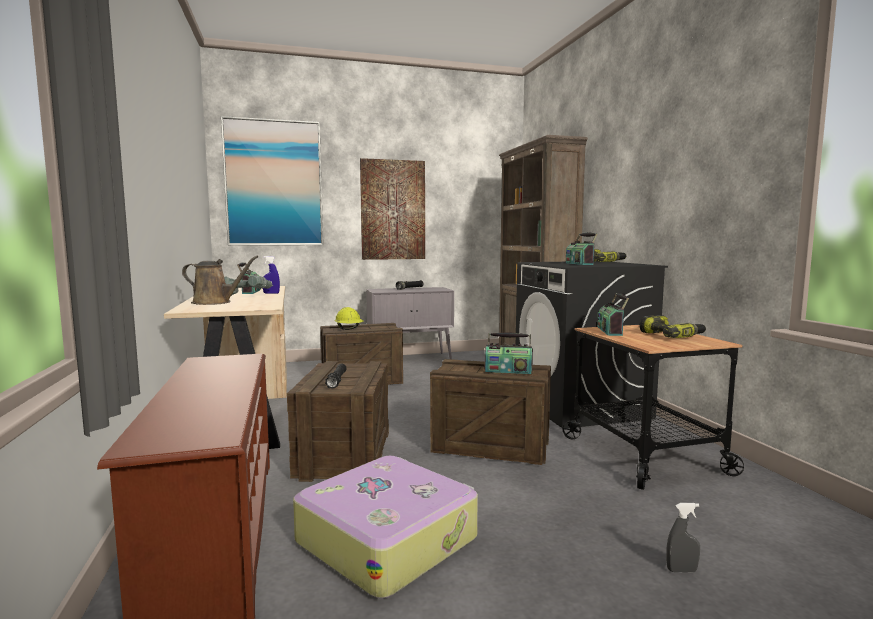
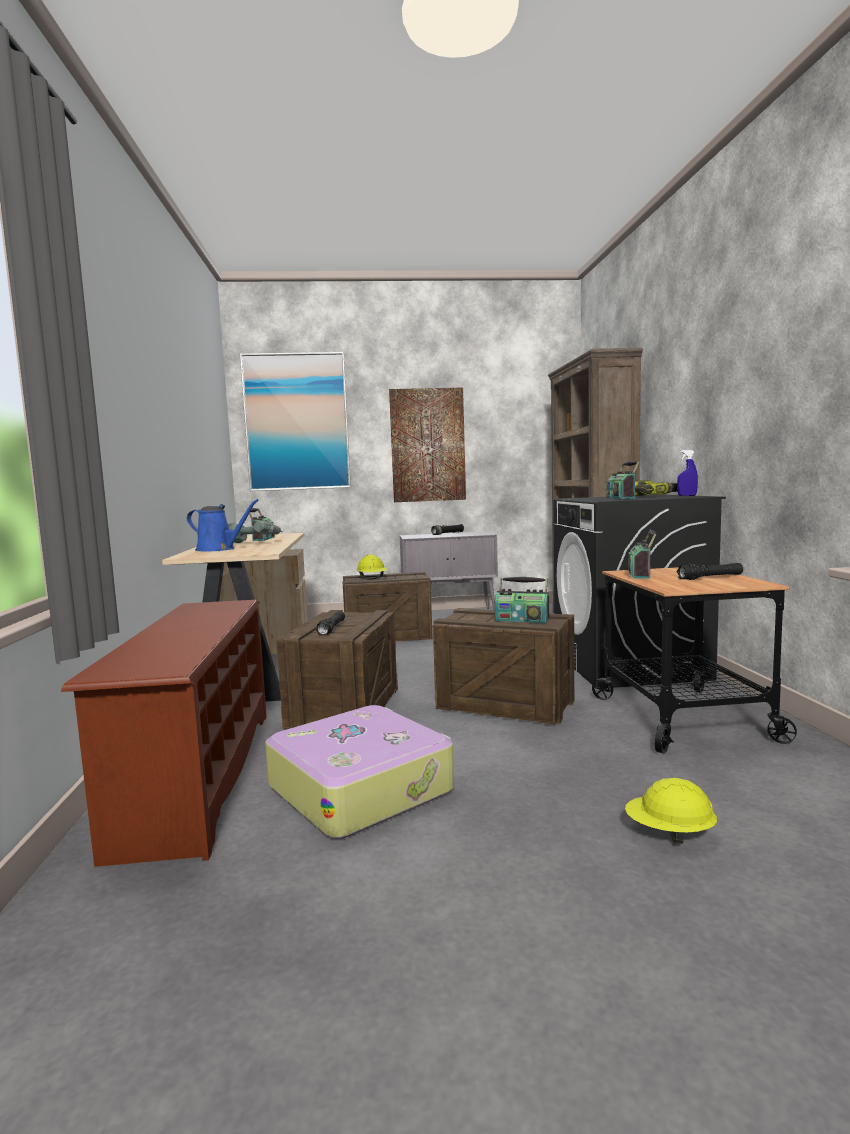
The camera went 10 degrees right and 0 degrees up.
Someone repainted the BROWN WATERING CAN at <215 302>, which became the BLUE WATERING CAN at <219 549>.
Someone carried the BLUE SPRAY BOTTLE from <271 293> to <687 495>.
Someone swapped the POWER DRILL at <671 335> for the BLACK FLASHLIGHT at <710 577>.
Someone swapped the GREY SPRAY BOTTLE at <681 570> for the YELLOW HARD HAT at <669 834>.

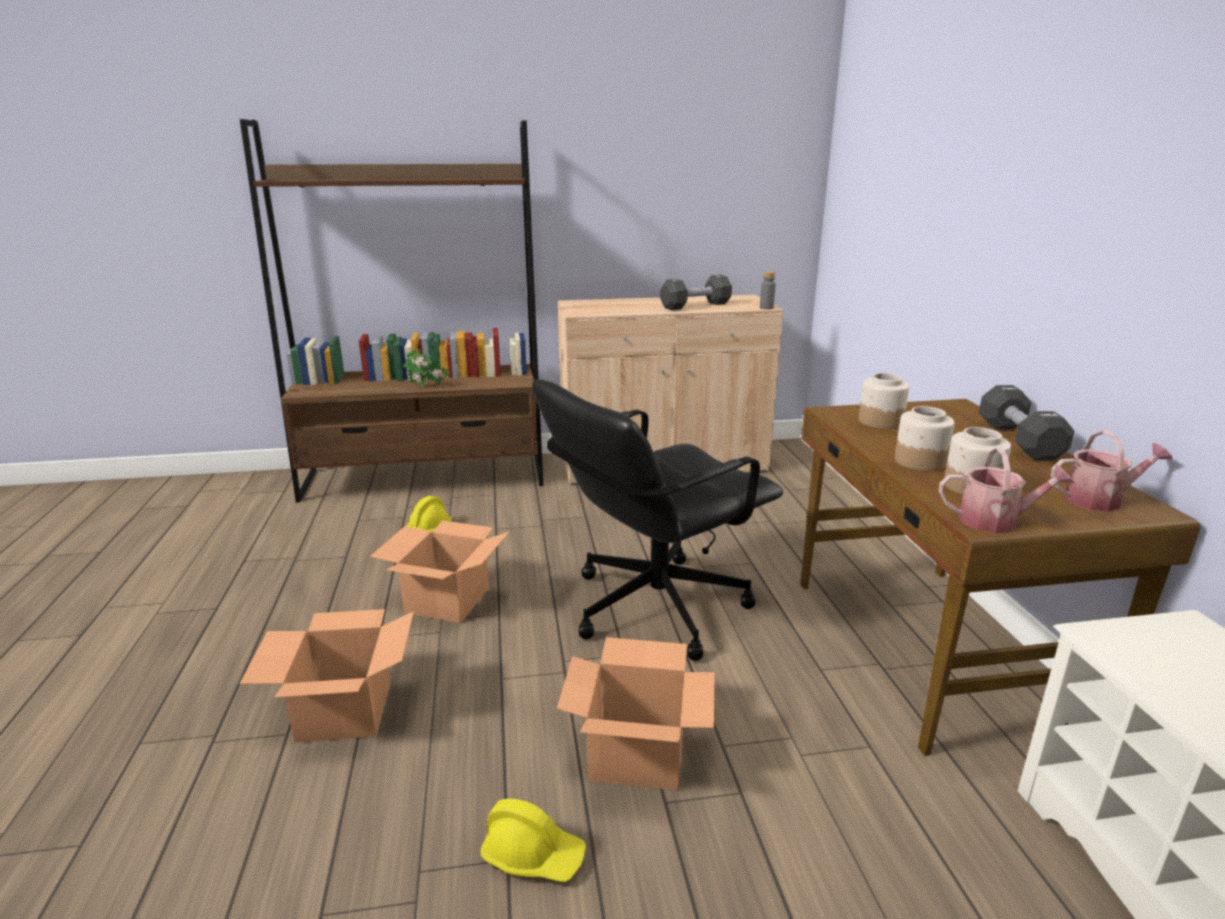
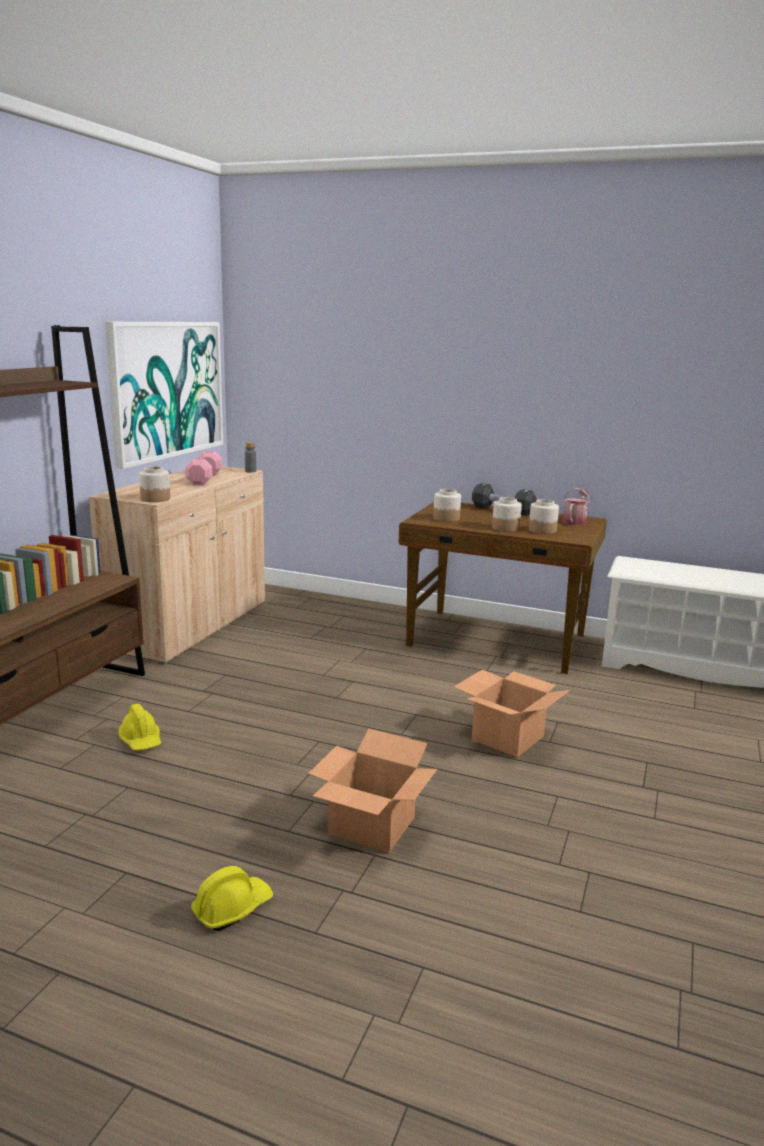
The camera went 60 degrees left and 5 degrees down.
Someone took away the CARDBOARD BOX at <447 601>.
Someone took away the POTTED PLANT at <427 387>.
Someone carried the YELLOW HARD HAT from <533 855> to <232 908>.
Someone took away the BLACK OFFICE CHAIR at <654 606>.
Someone repainted the BLACK DUMBBELL at <695 306>, which became the PINK DUMBBELL at <204 479>.
Someone took away the WATERING CAN at <996 521>.
Someone put up the PICTURE at <167 389>.
Someone put down the JAR at <155 499>.

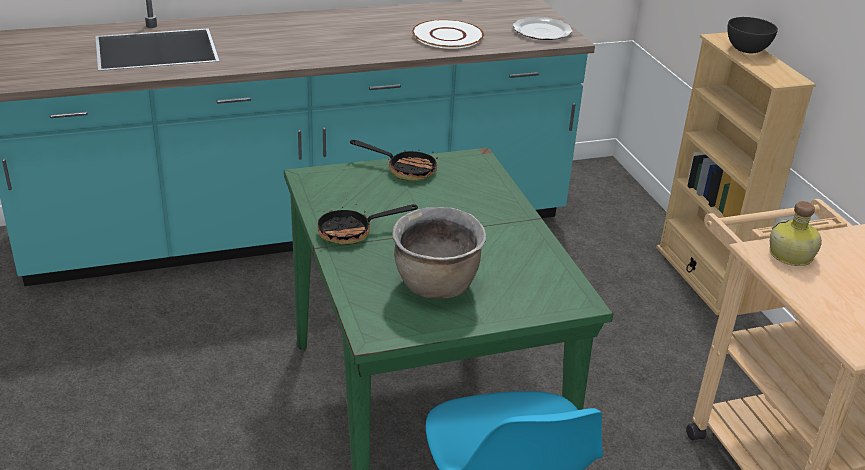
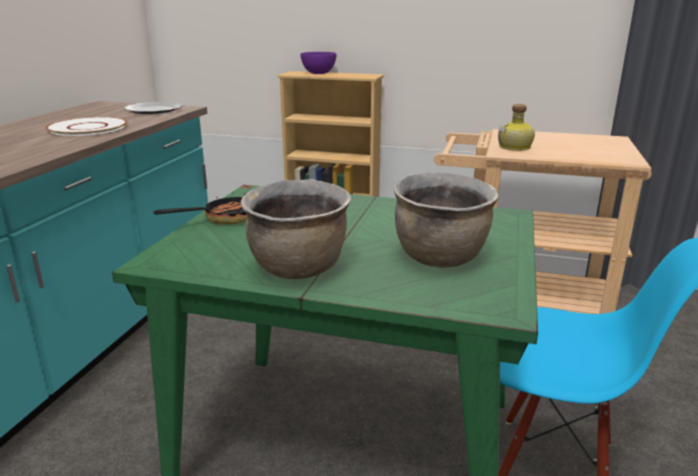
The camera went 55 degrees left and 10 degrees down.
Someone swapped the FRYING PAN at <353 232> for the BROWN COOKING POT at <299 269>.
Someone repainted the GREY BOWL at <746 50>, which became the PURPLE BOWL at <318 73>.

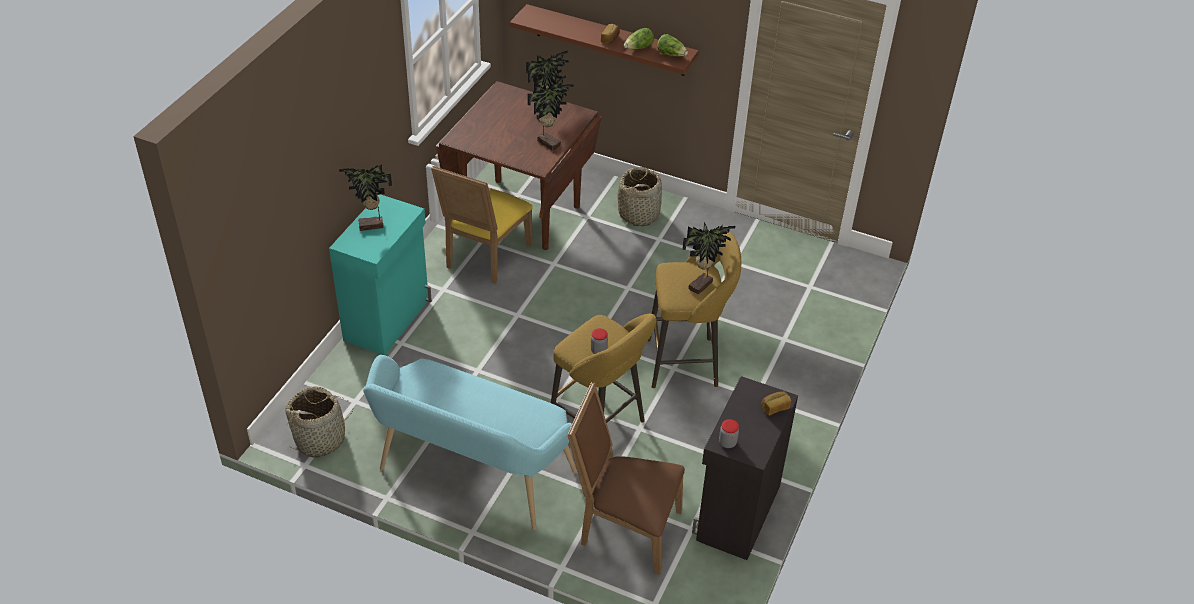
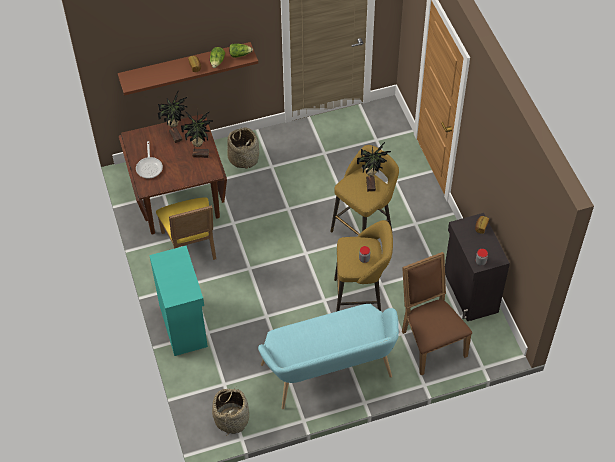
The camera went 40 degrees left and 10 degrees up.
Someone took away the POTTED PLANT at <372 226>.
Someone rotated the BROWN CHAIR at <624 528> by 90 degrees clockwise.
Someone put down the FRYING PAN at <149 167>.

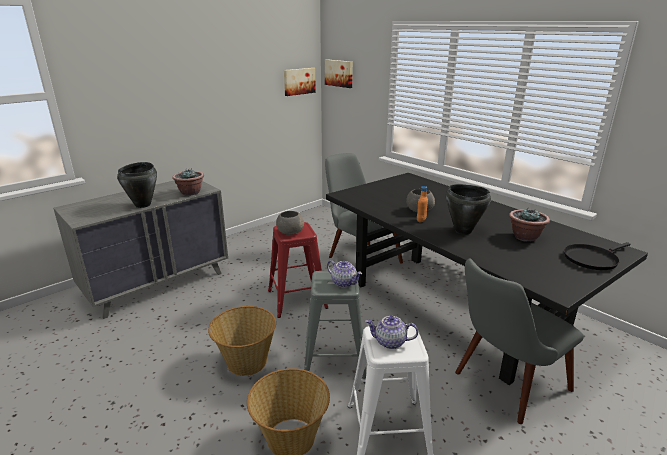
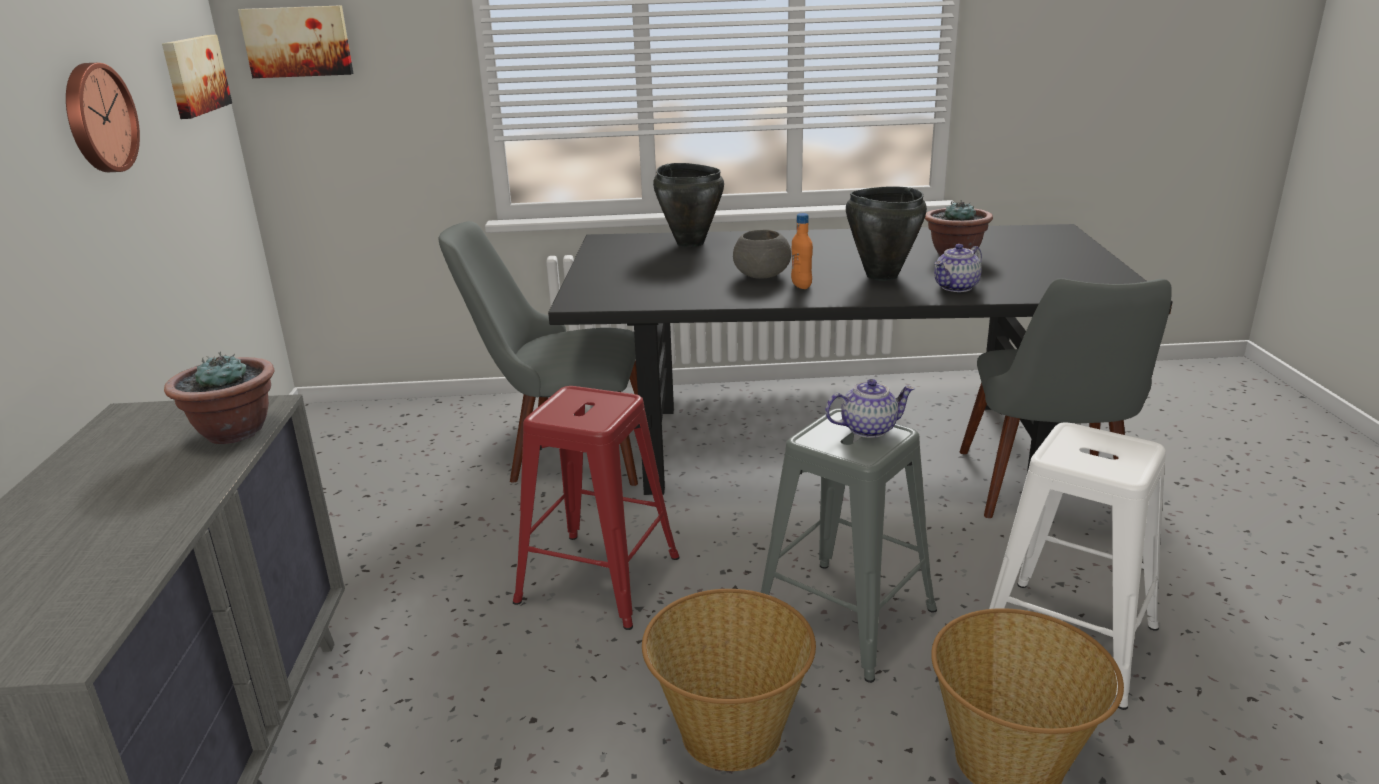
The camera went 50 degrees left and 0 degrees up.
Someone carried the BLACK COOKING POT from <143 205> to <690 243>.
Someone took away the GREY BOWL at <290 232>.
Someone carried the TEAPOT from <390 342> to <956 287>.
Someone took away the BLACK FRYING PAN at <592 259>.
Someone put up the WALL CLOCK at <97 118>.

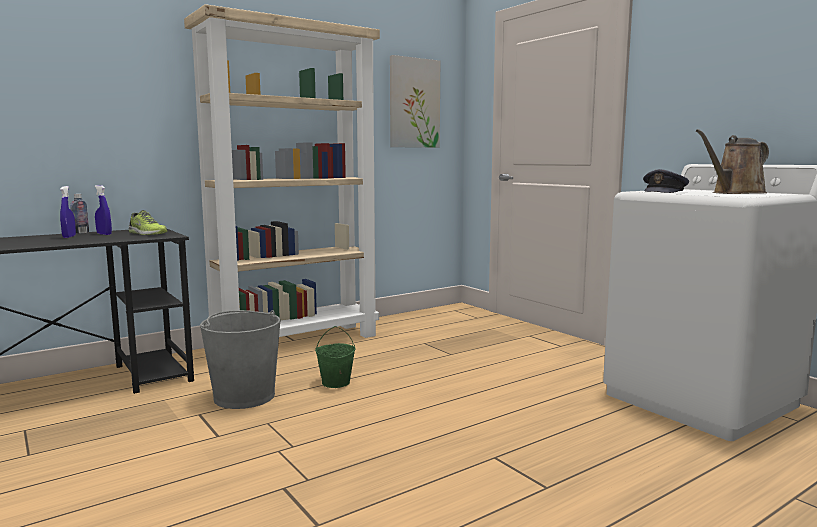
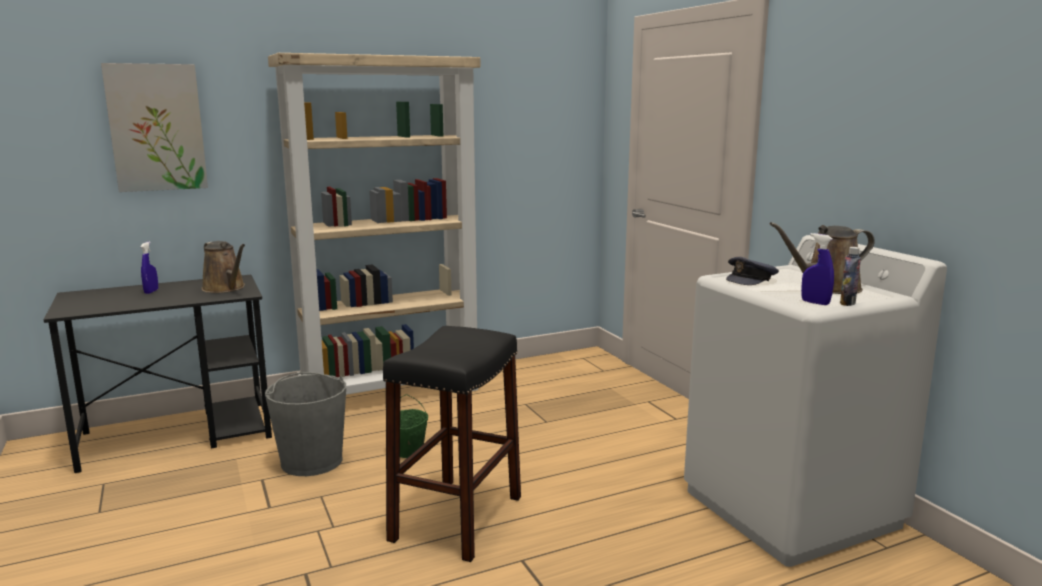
The camera went 10 degrees right and 5 degrees up.
Someone carried the BOTTLE from <81 233> to <847 303>.
Someone carried the BLUE SPRAY BOTTLE from <104 234> to <815 303>.
Someone swapped the SHOE at <146 233> for the BROWN WATERING CAN at <225 288>.
Someone carried the PICTURE from <414 103> to <156 127>.
Someone put down the BLACK STOOL at <457 518>.

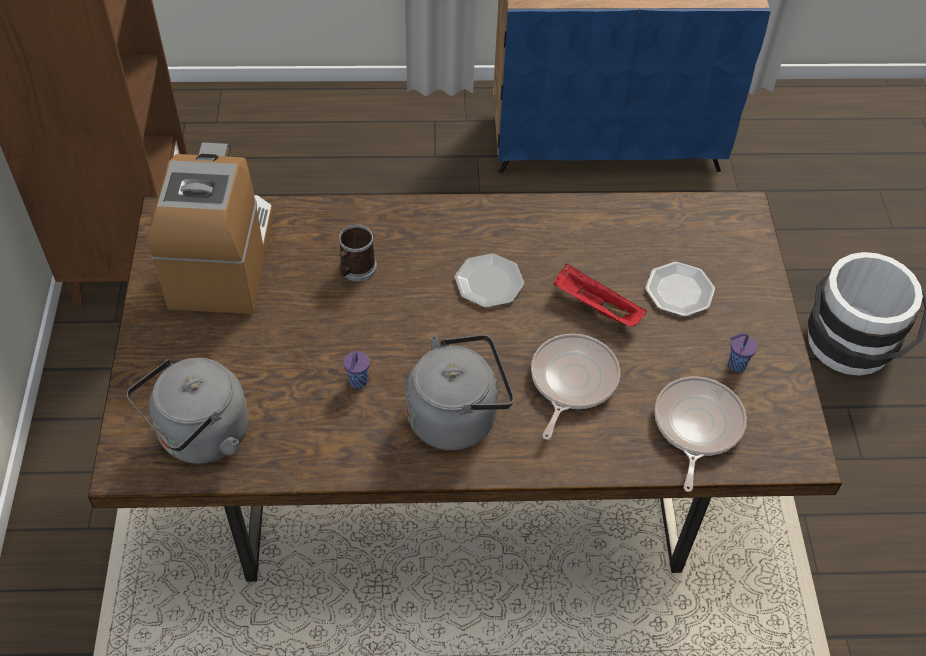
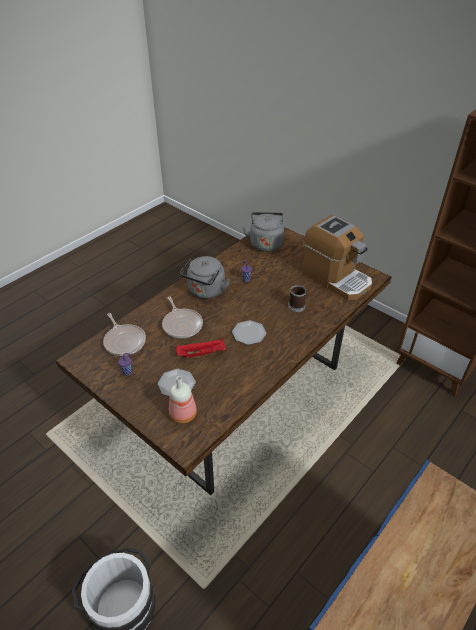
The camera went 135 degrees right and 10 degrees down.
Someone put down the BOTTLE at <183 413>.

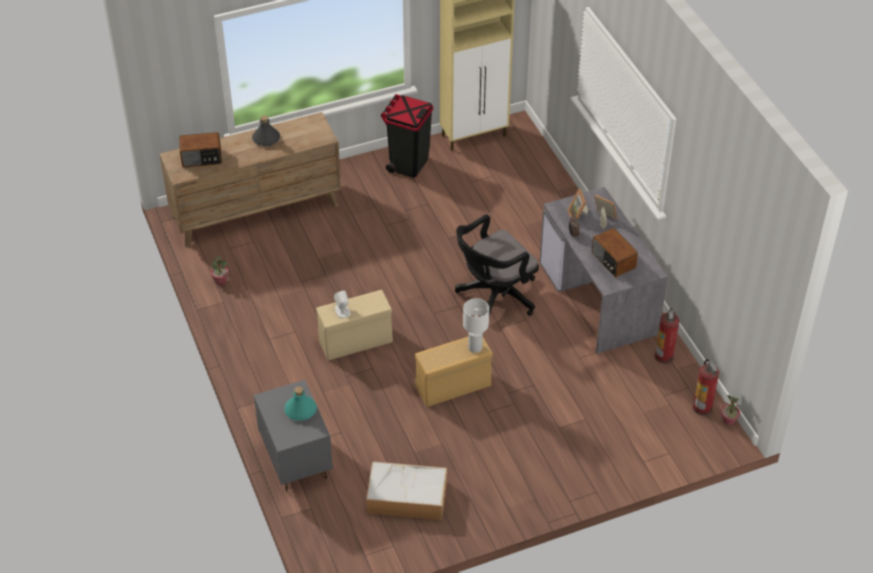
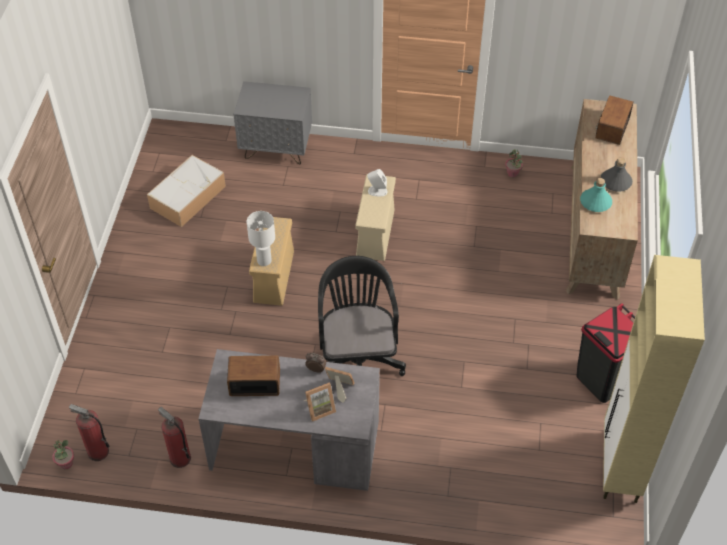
The camera went 120 degrees right and 5 degrees up.
Someone carried the TURQUOISE BOTTLE from <300 410> to <595 202>.

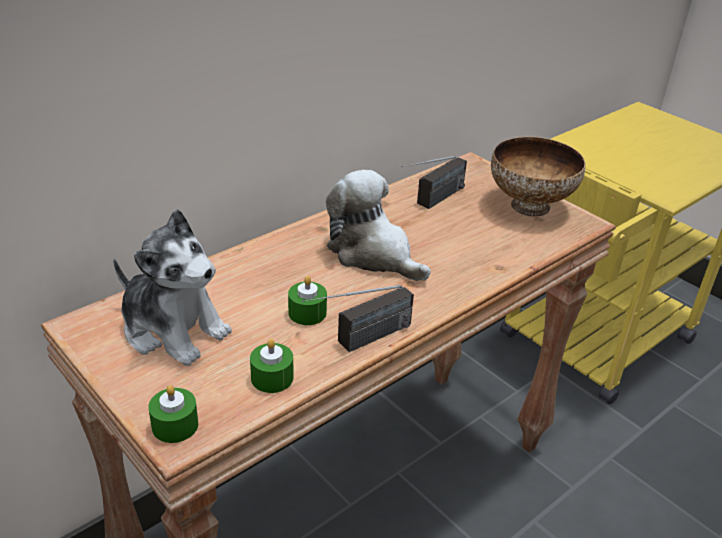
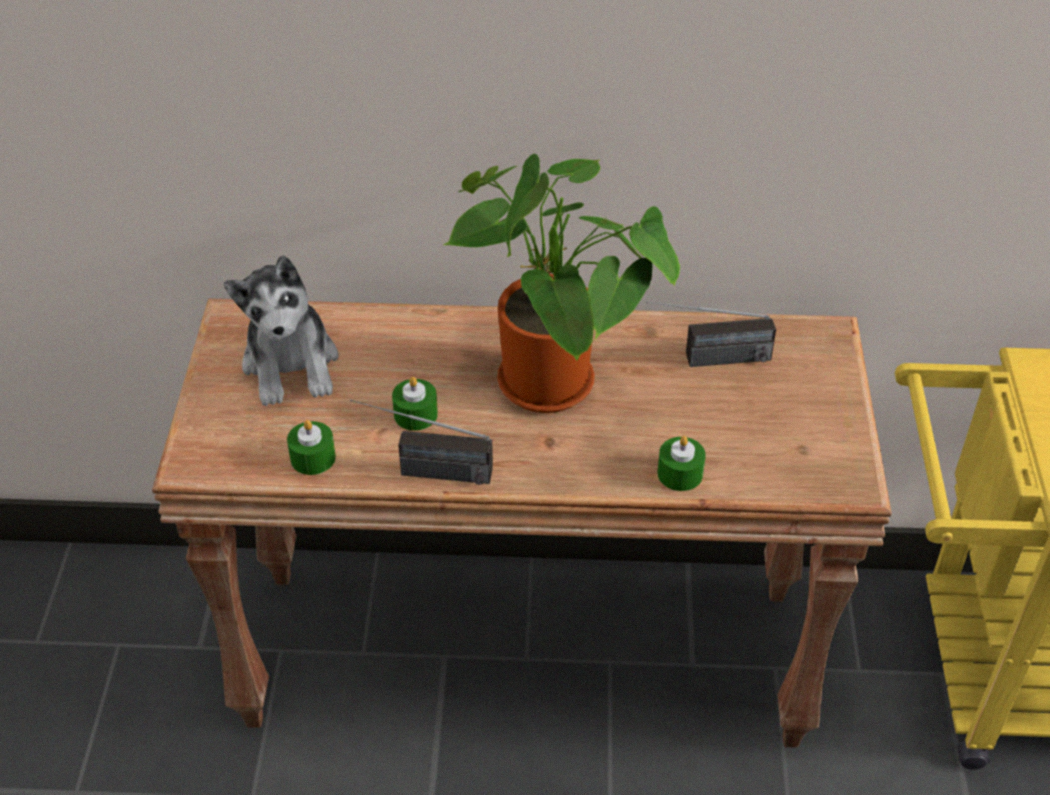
The camera went 45 degrees right and 10 degrees up.
Someone carried the GREEN CANDLE from <175 425> to <680 473>.
Someone swapped the PLUSH TOY at <373 254> for the POTTED PLANT at <556 388>.
Someone took away the BOWL at <529 205>.

